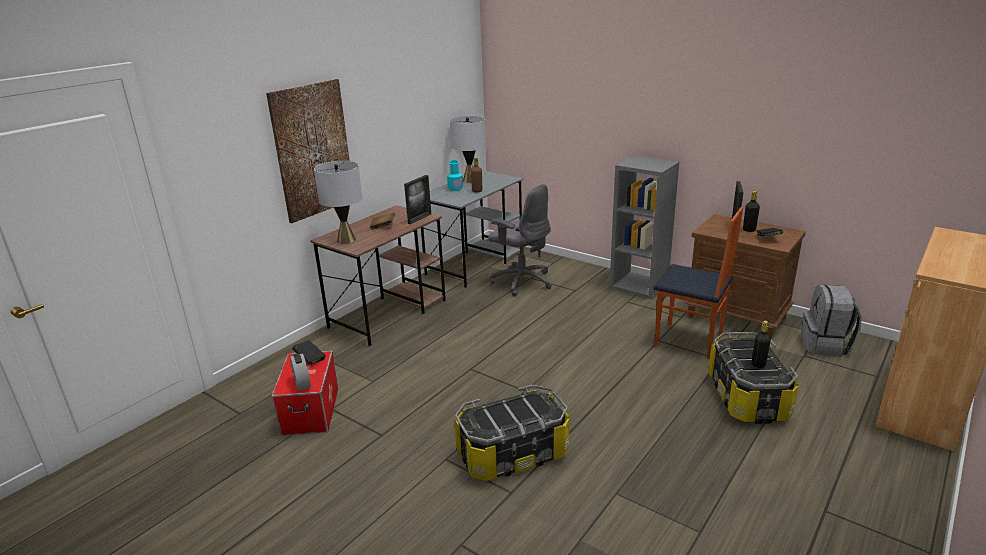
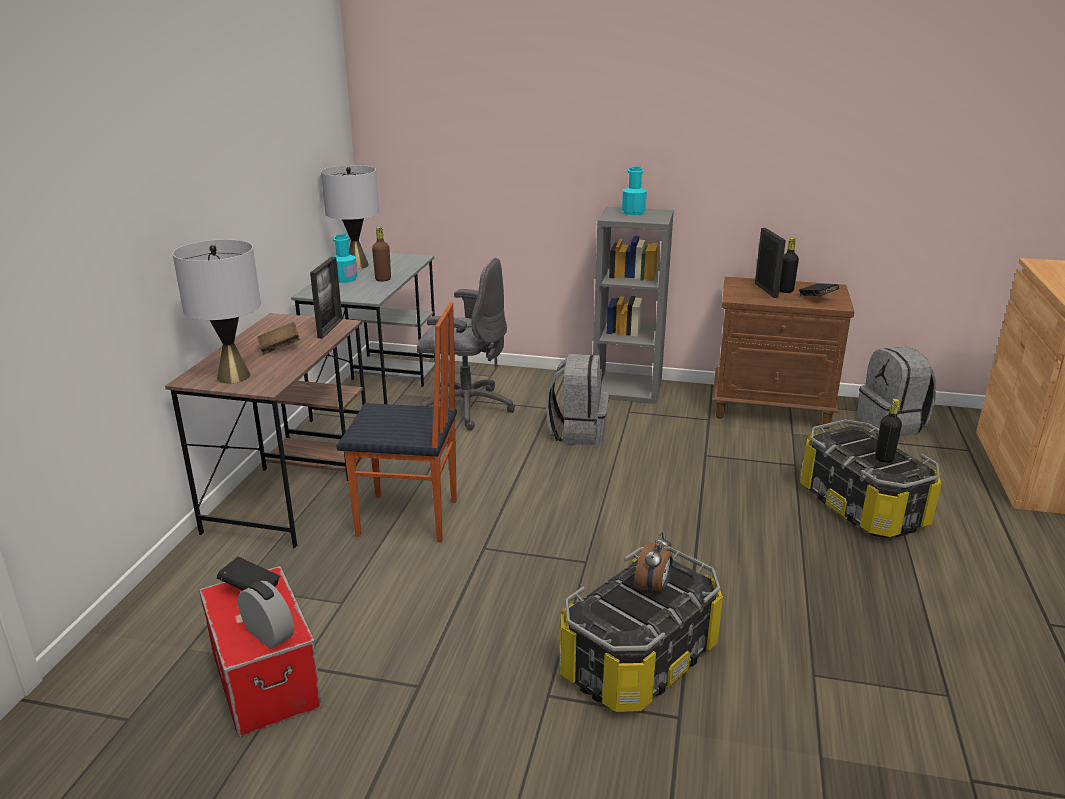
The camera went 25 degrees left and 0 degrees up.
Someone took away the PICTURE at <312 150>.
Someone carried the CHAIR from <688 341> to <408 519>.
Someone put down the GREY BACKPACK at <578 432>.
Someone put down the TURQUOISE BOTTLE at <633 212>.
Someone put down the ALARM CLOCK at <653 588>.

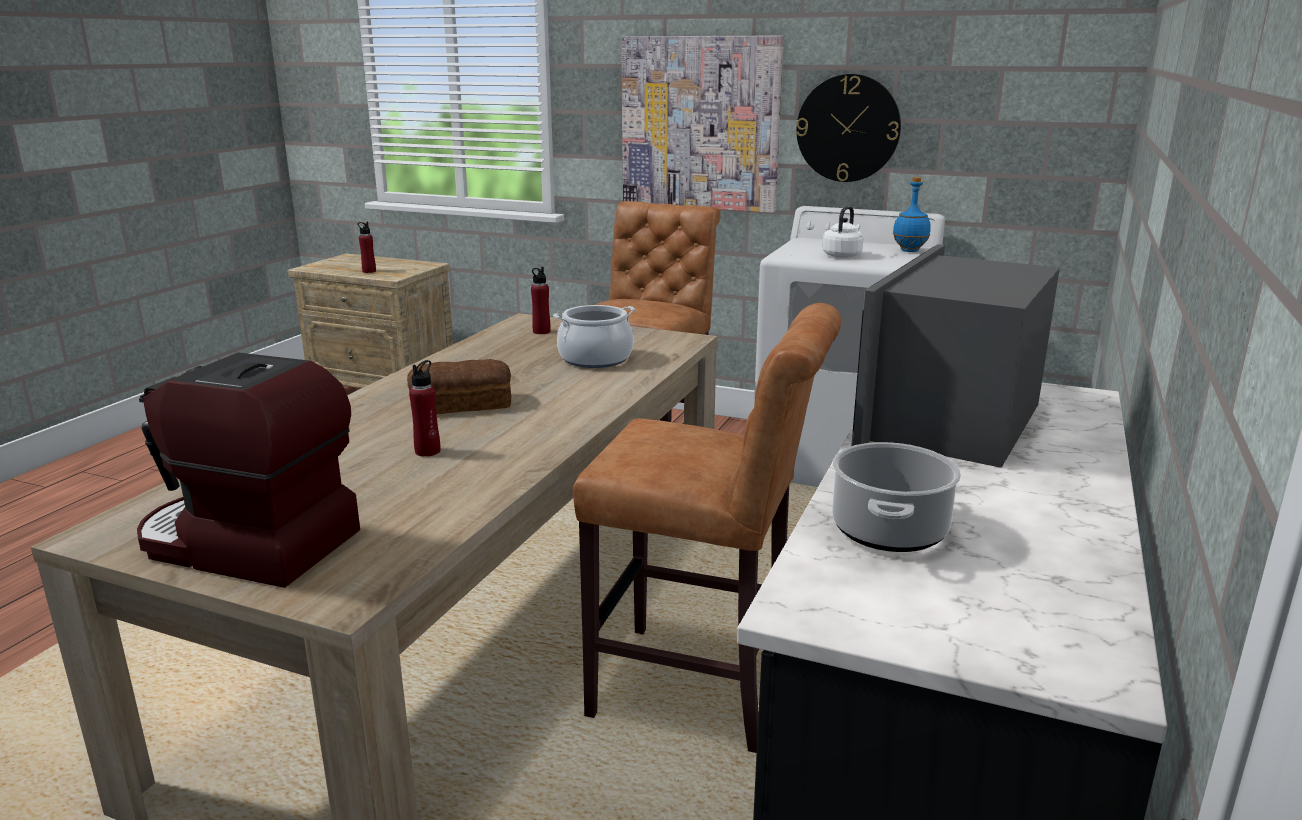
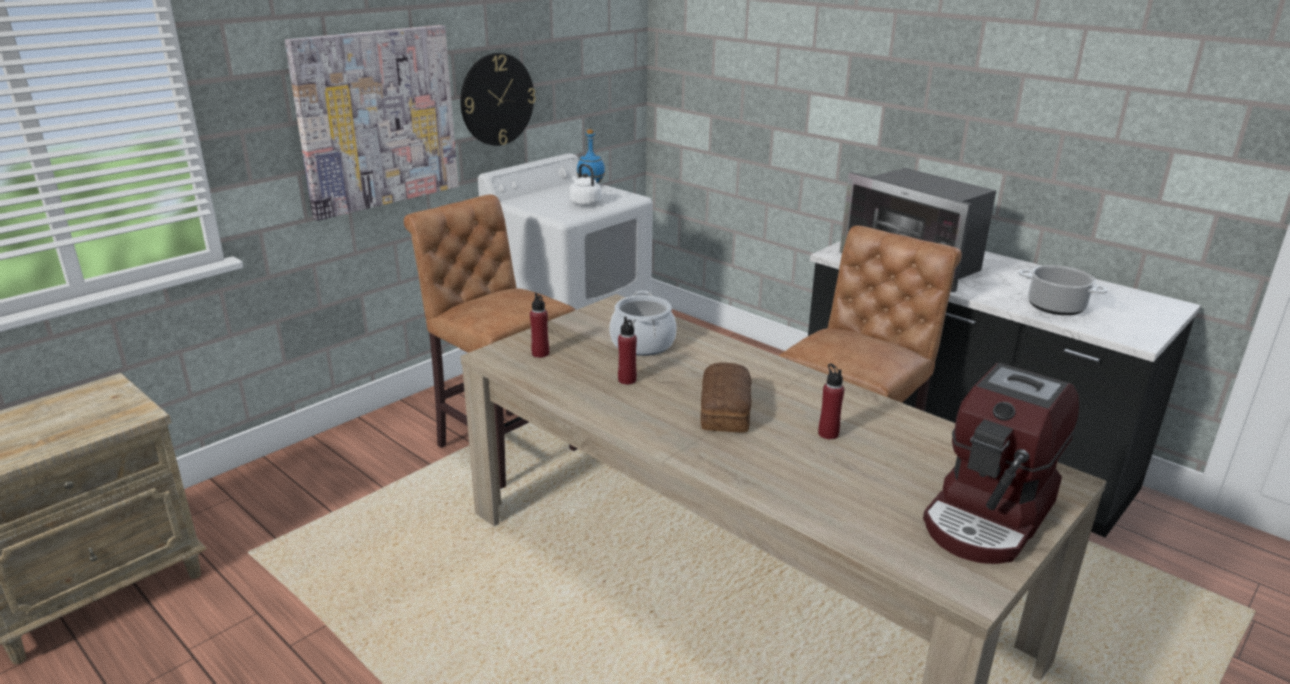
The camera went 70 degrees left and 5 degrees up.
Someone carried the RED BOTTLE from <369 271> to <627 380>.

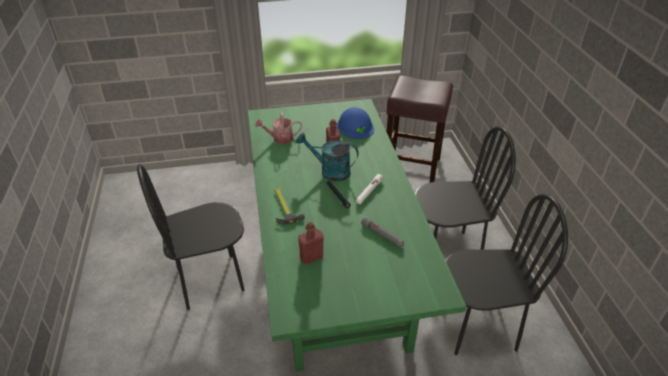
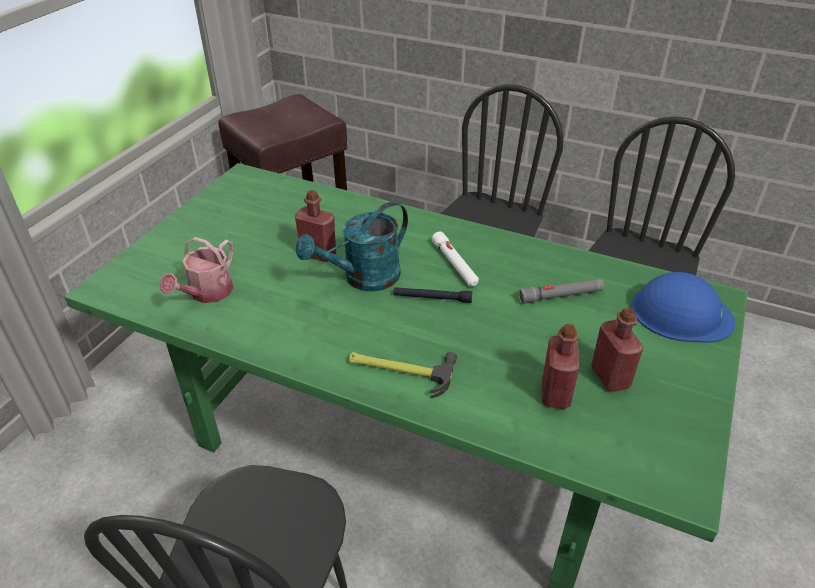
The camera went 55 degrees left and 0 degrees up.
Someone carried the BLUE HARD HAT from <355 126> to <681 313>.
Someone put down the RED BOTTLE at <610 377>.

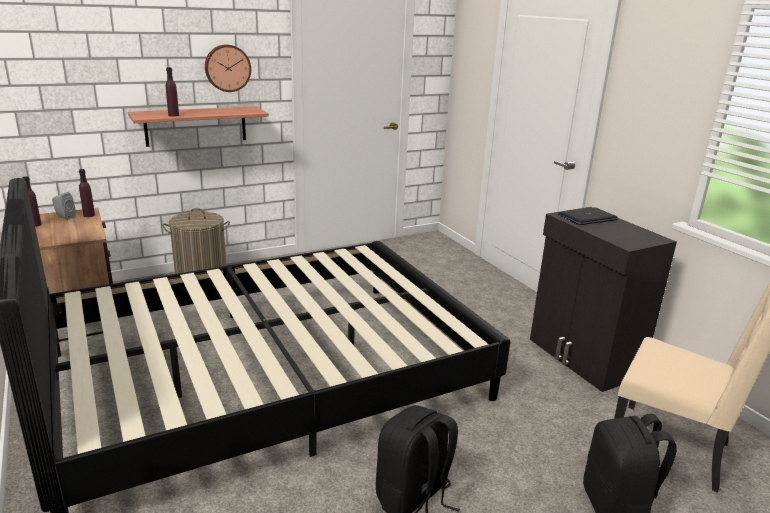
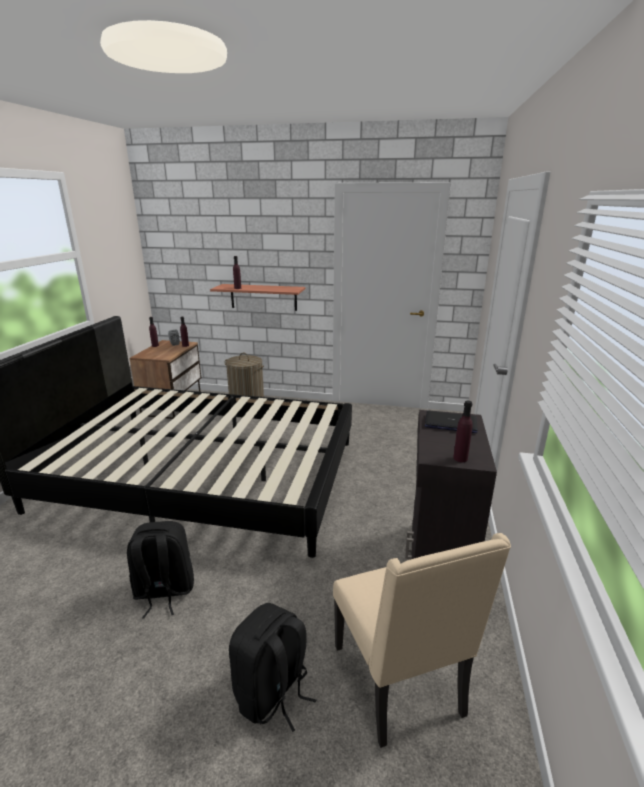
The camera went 40 degrees right and 0 degrees up.
Someone took away the WALL CLOCK at <227 68>.
Someone put down the PURPLE BOTTLE at <460 458>.

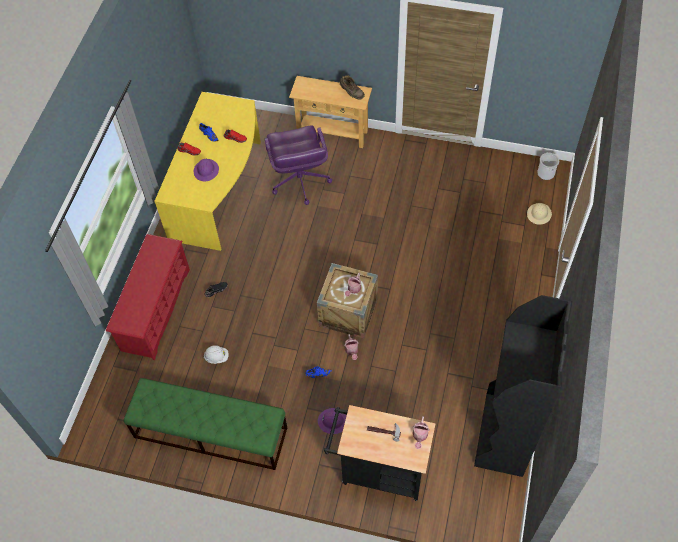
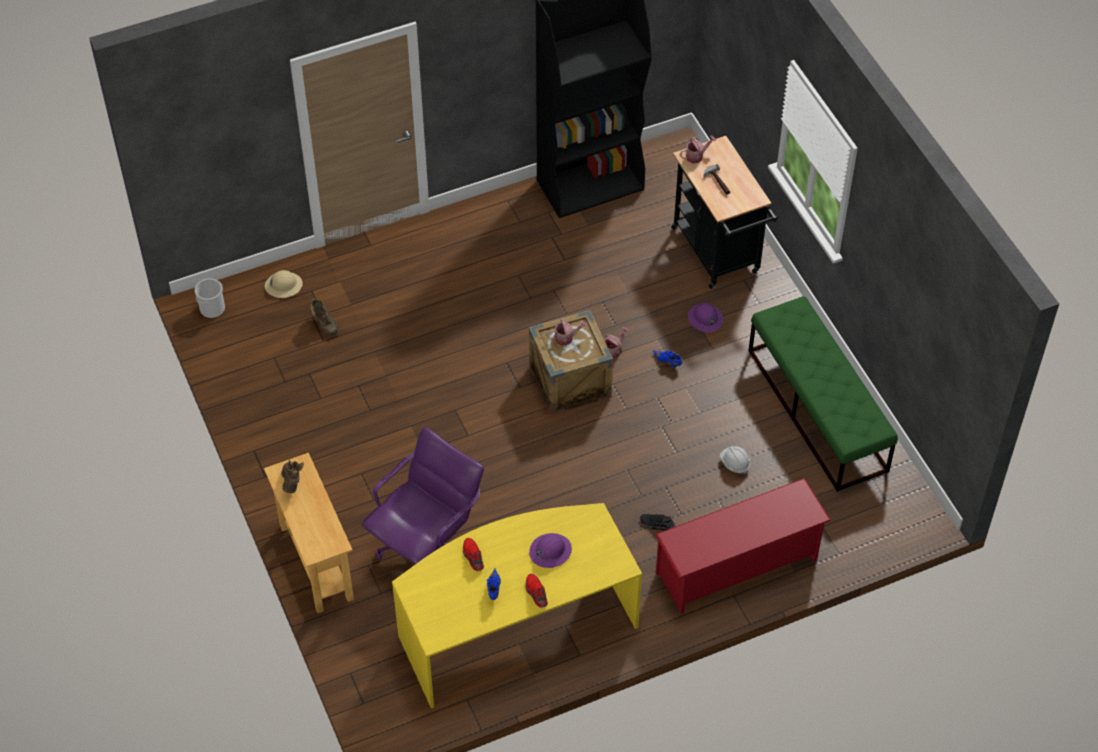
The camera went 130 degrees left and 5 degrees down.
Someone put down the BROWN BOOT at <325 324>.

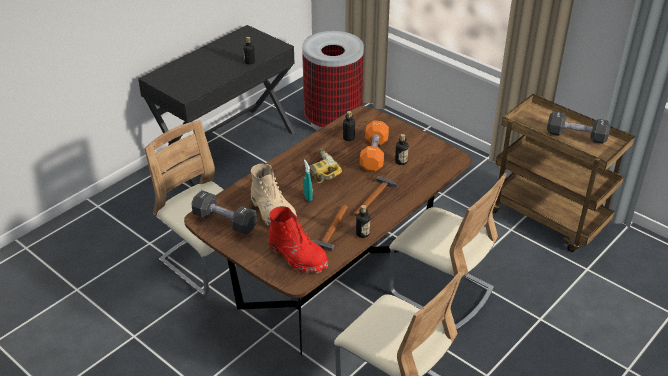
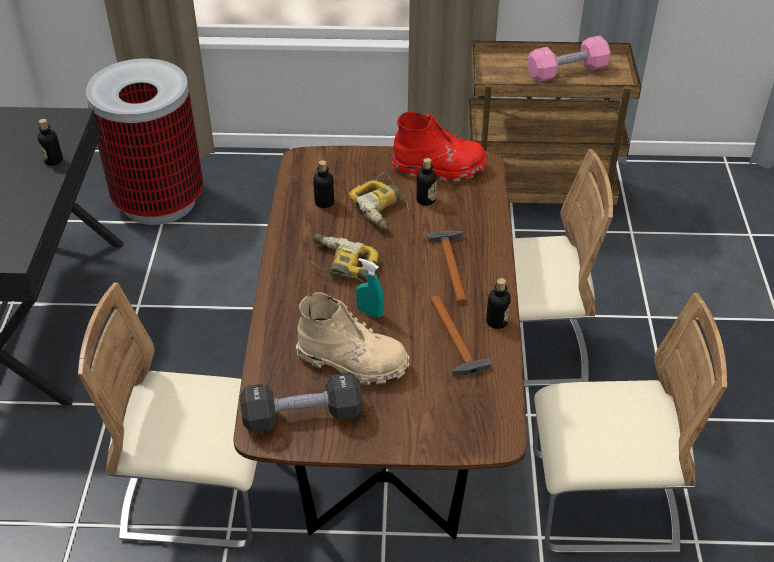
The camera went 40 degrees left and 5 degrees up.
Someone carried the RED BOOT from <297 256> to <439 168>.
Someone swapped the ORANGE DUMBBELL at <374 154> for the POWER DRILL at <382 208>.
Someone repainted the BLACK DUMBBELL at <576 136>, which became the PINK DUMBBELL at <567 71>.

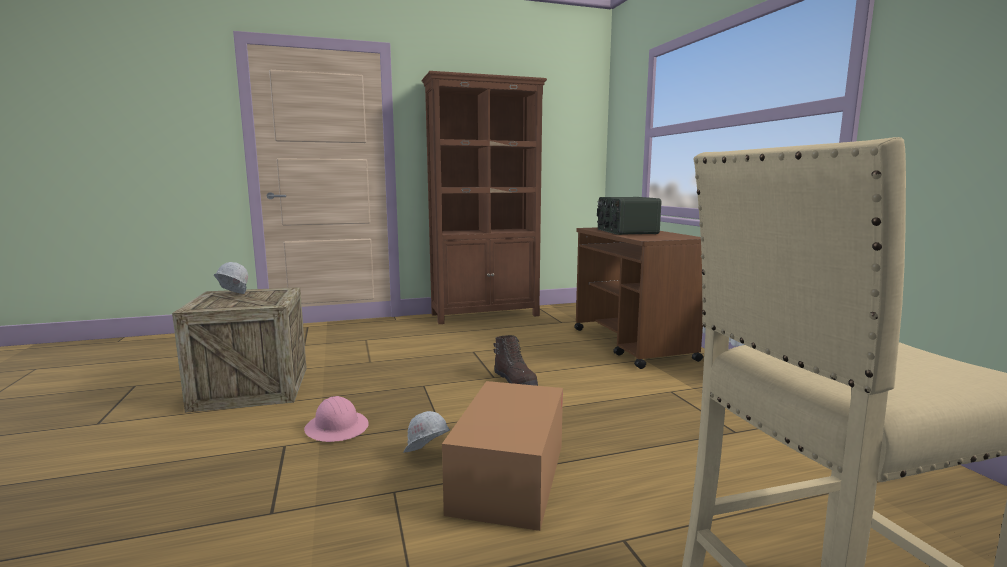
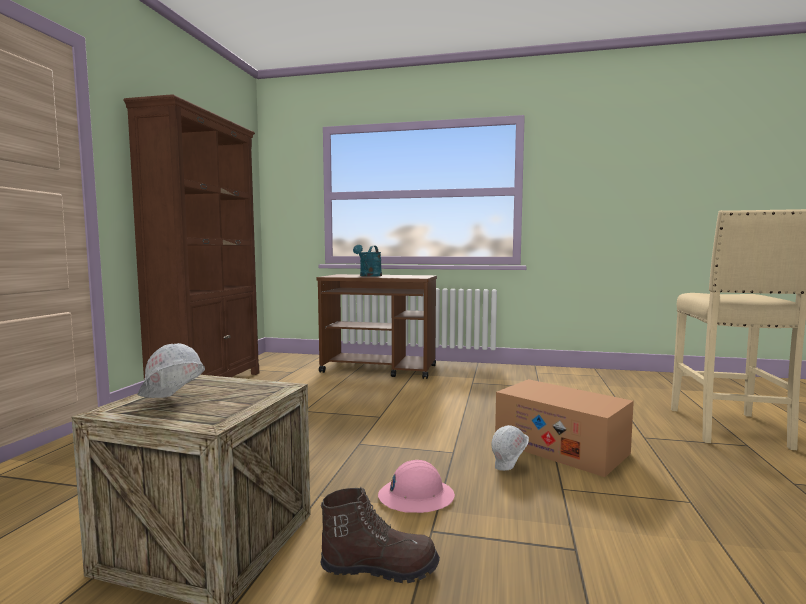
The camera went 60 degrees left and 5 degrees down.
Someone carried the BROWN BOOT from <516 381> to <380 567>.
Someone swapped the RADIO at <625 231> for the TURQUOISE WATERING CAN at <369 276>.

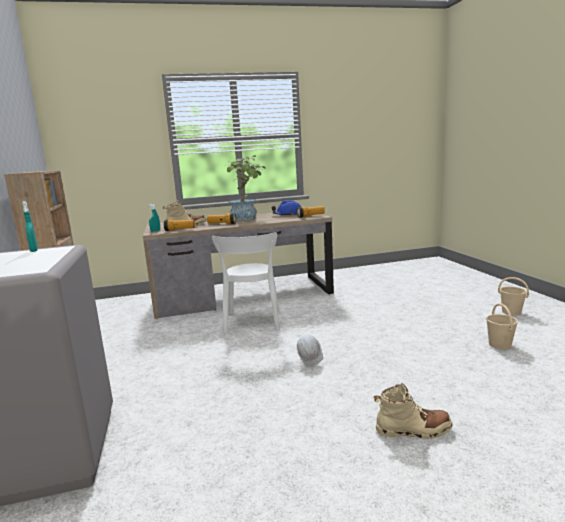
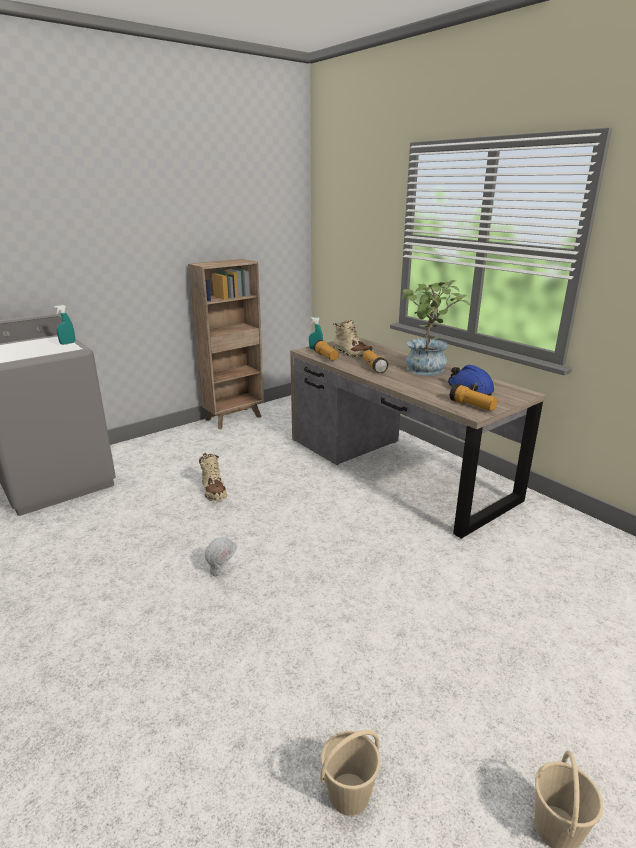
The camera went 65 degrees right and 10 degrees up.
Someone took away the WHITE CHAIR at <252 323>.
Someone carried the BEIGE BOOT from <413 430> to <213 490>.

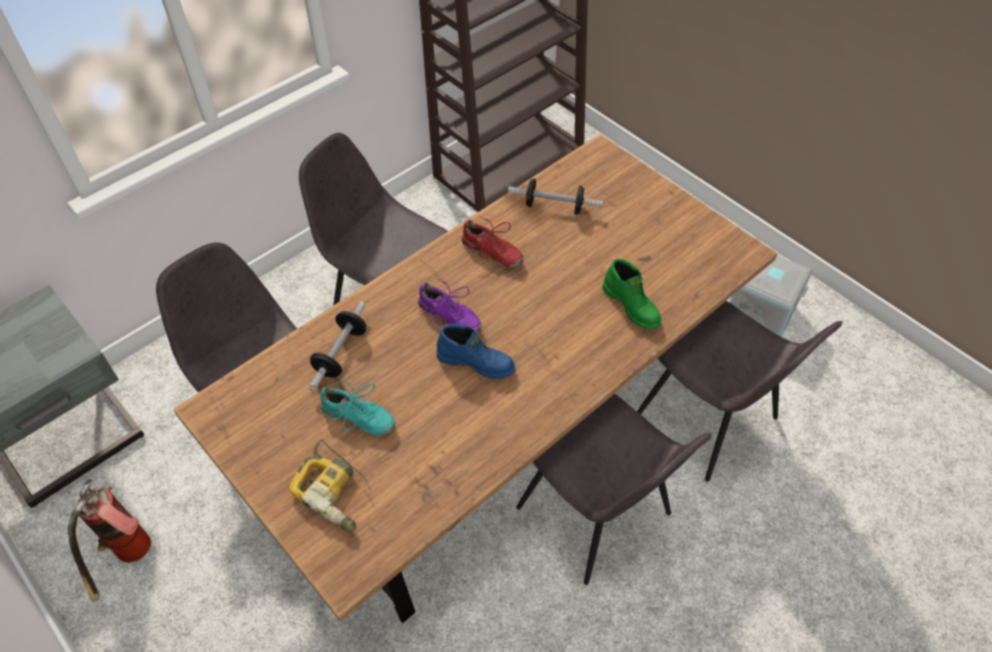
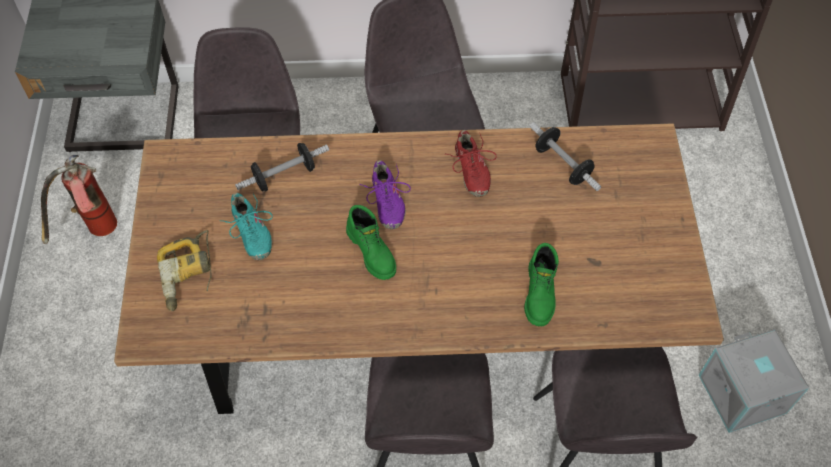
The camera went 40 degrees right and 5 degrees up.
Someone repainted the BLUE BOOT at <476 362>, which became the GREEN BOOT at <372 251>.

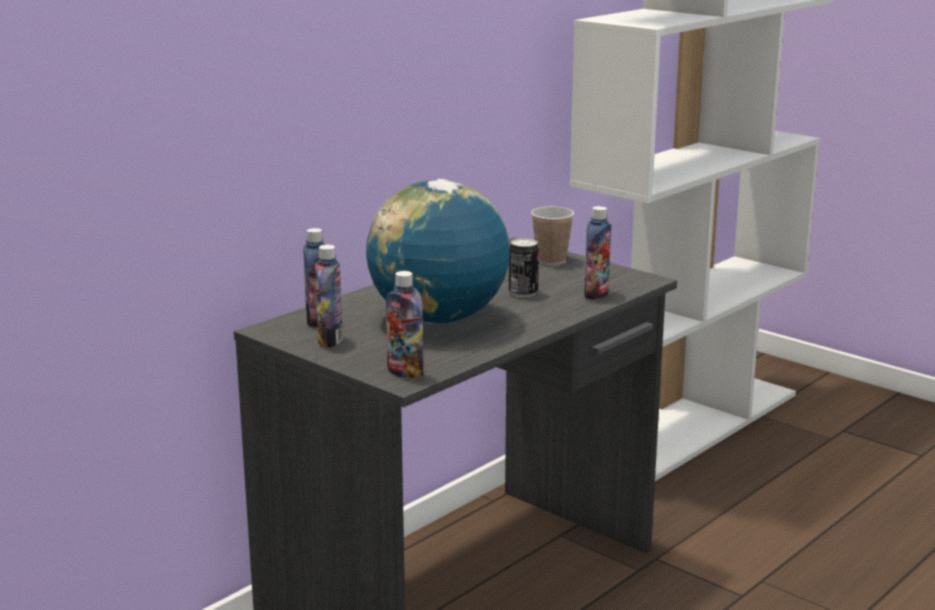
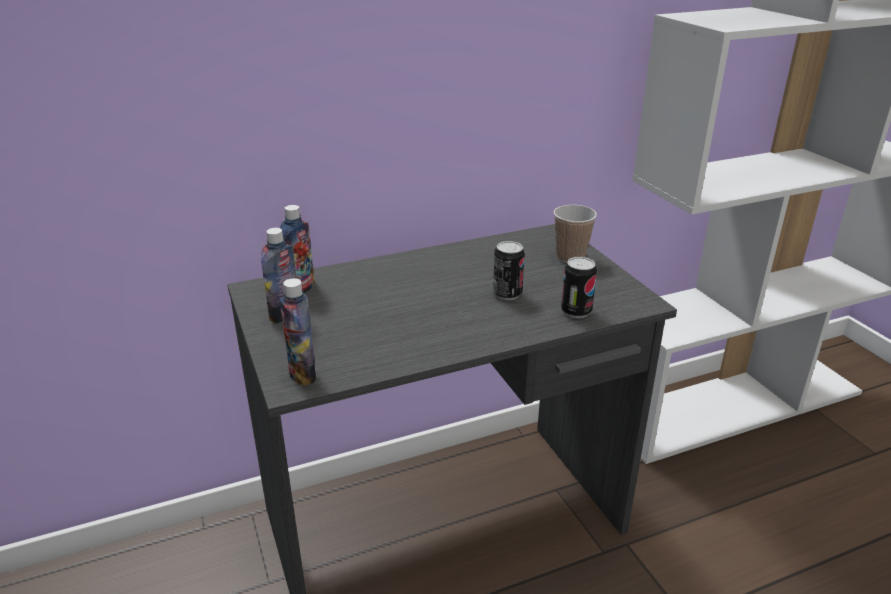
The camera went 25 degrees right and 10 degrees up.
Someone took away the GLOBE at <438 319>.
Someone swapped the BOTTLE at <596 294> for the CAN at <576 311>.

